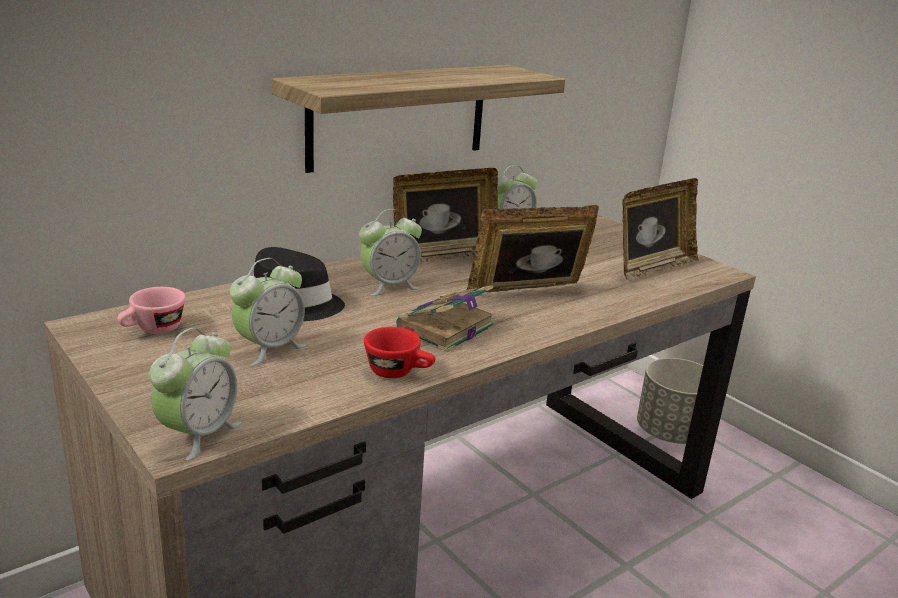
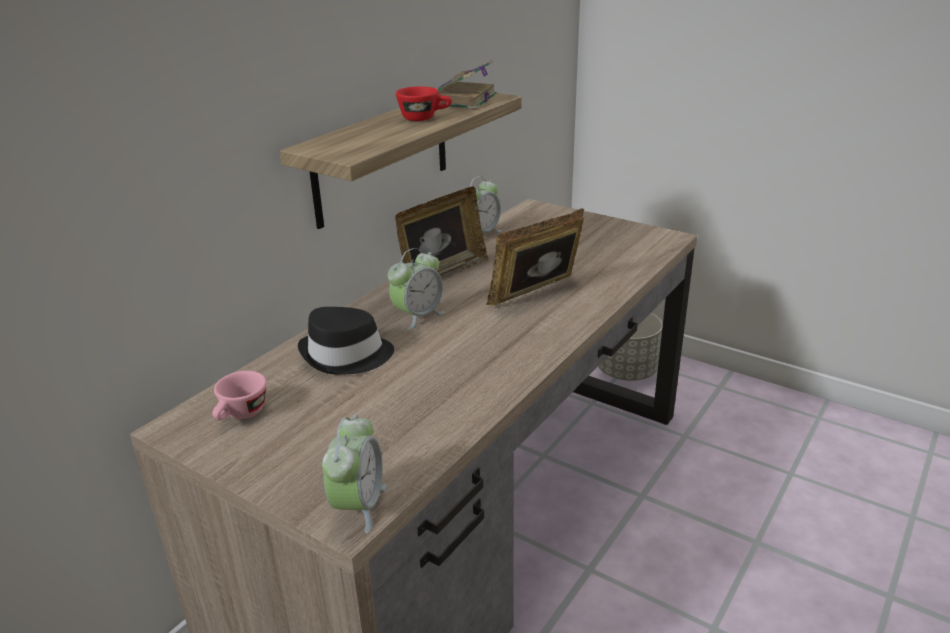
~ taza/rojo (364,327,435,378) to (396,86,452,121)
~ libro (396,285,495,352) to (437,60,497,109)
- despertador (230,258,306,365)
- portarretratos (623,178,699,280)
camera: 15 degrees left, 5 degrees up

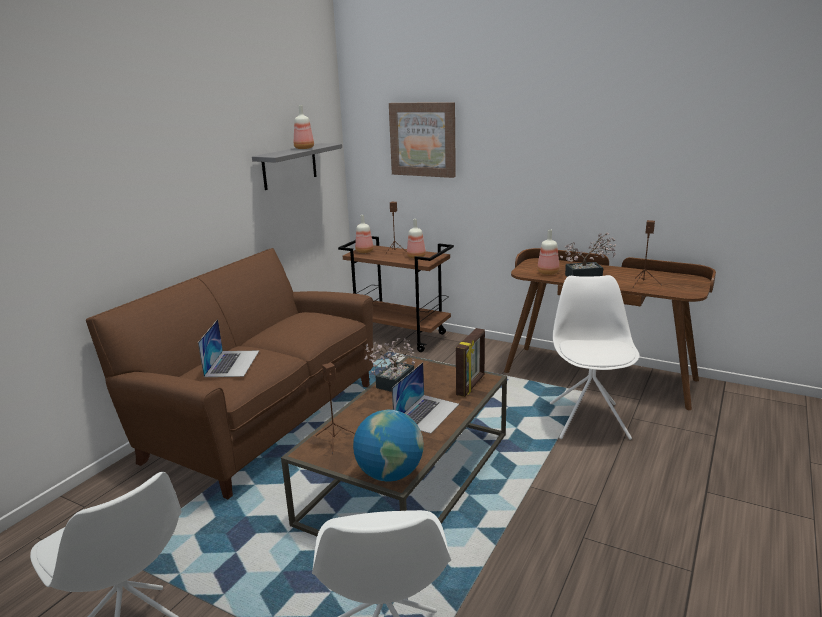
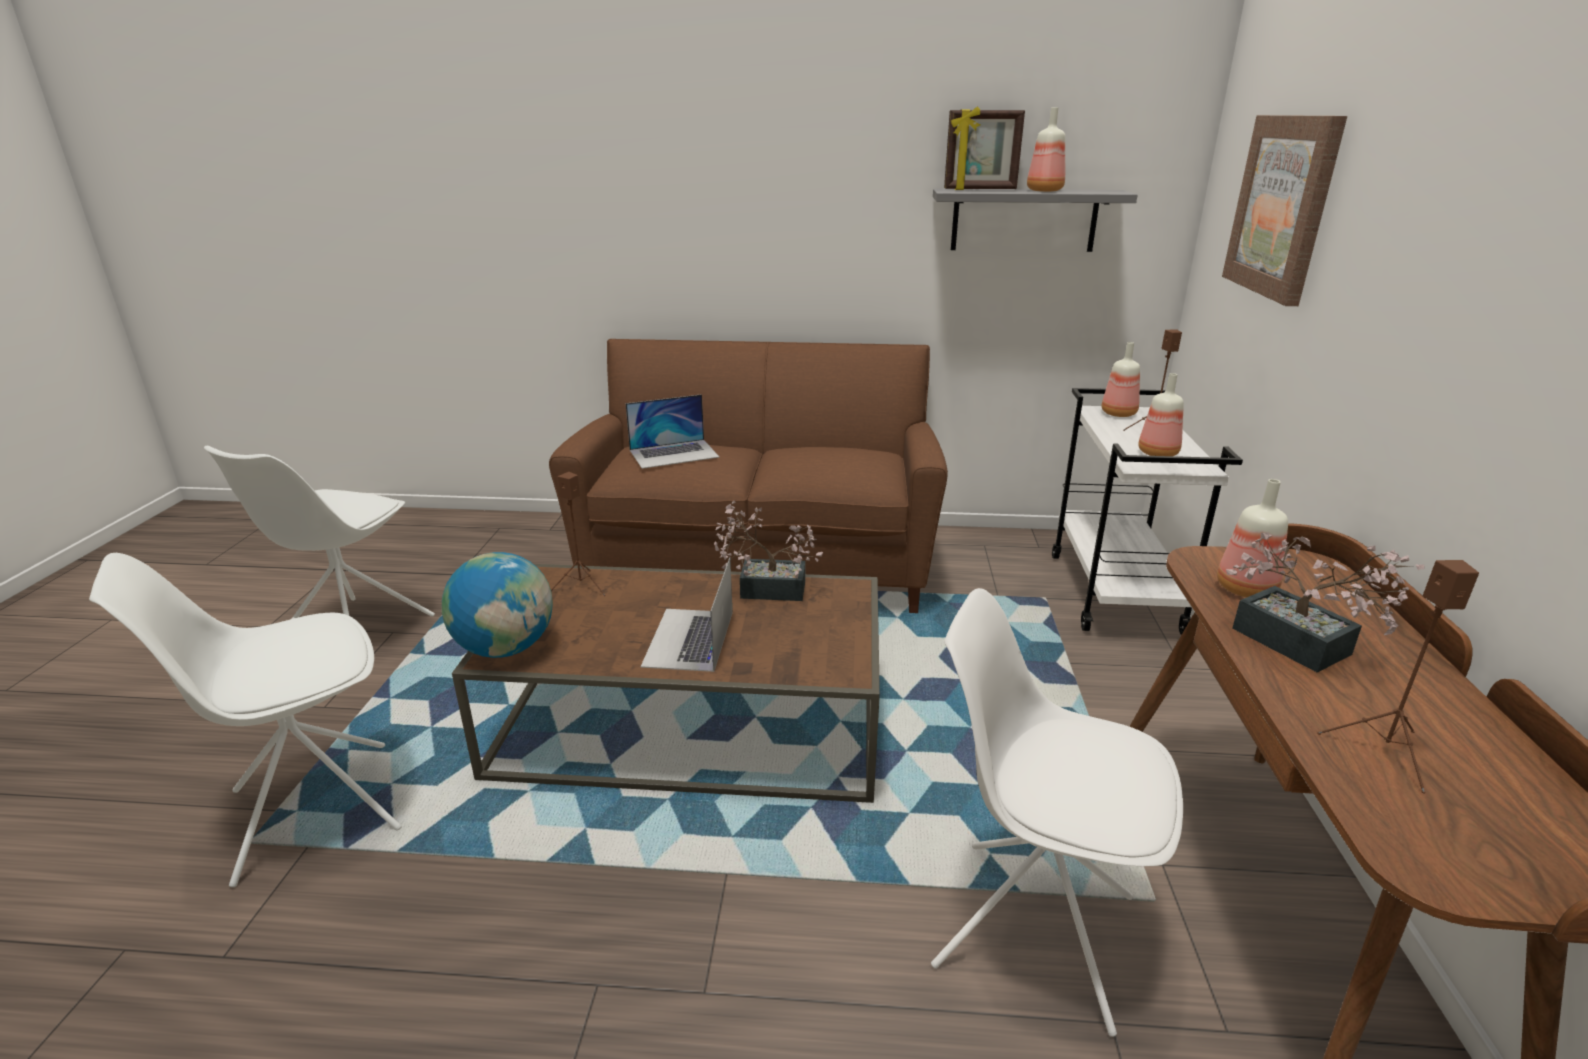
~ portátil (392,362,459,434) = (641,557,732,672) 90 degrees clockwise
~ silla/blanco (550,275,640,440) = (931,588,1183,1037) 135 degrees counterclockwise
~ portarretratos (456,328,485,397) to (944,106,1025,190)
~ carrito/marrón (338,236,454,352) to carrito/blanco (1052,388,1243,635)
camera: 65 degrees right, 5 degrees up

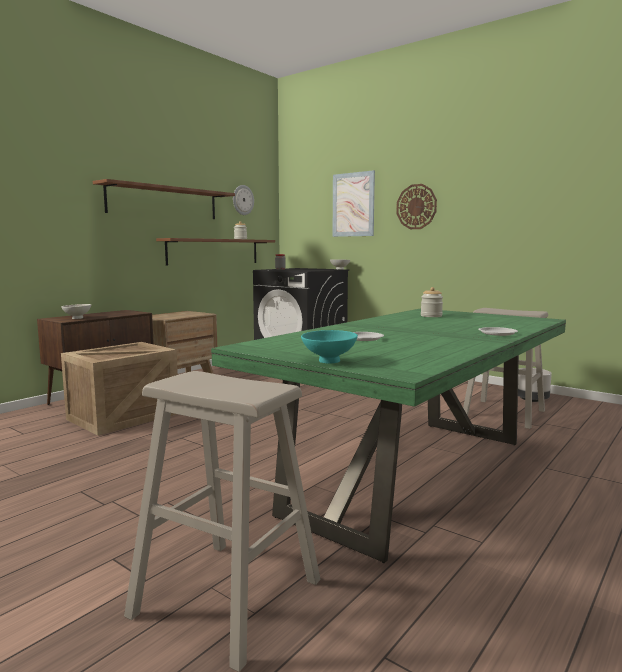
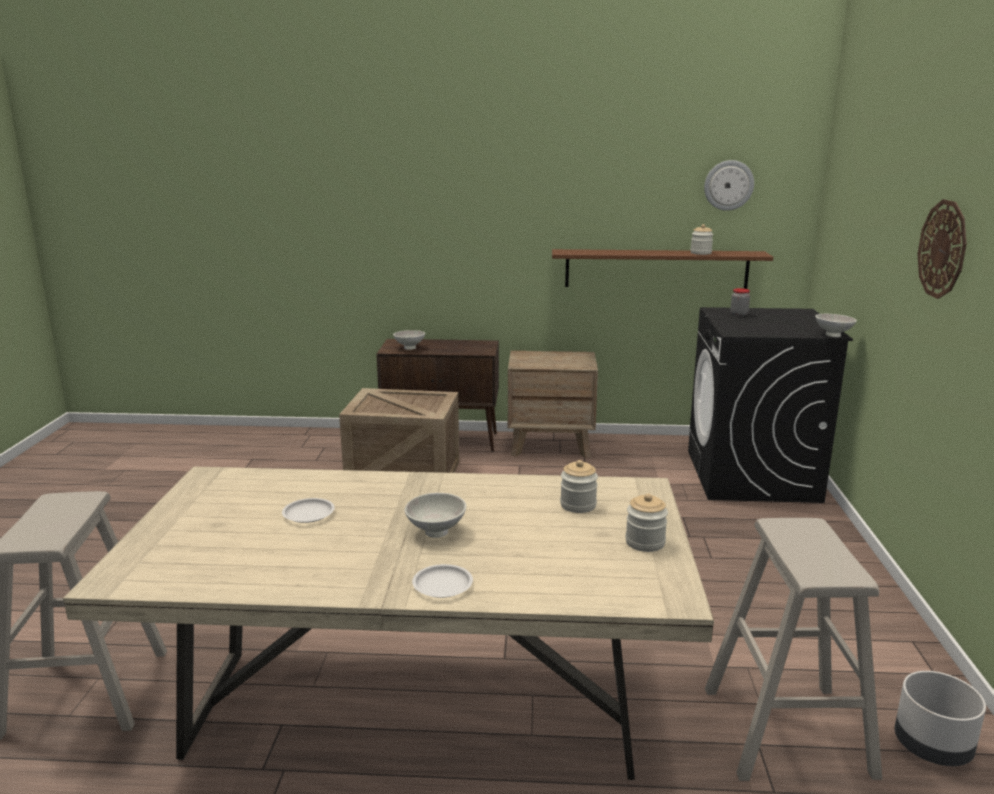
~ mesa de comedor/verde (211,309,566,563) to mesa de comedor/beis (63,466,714,780)
+ cuenco/blanco (405,493,466,538)
+ tarro (625,494,668,552)
- estante/marrón (93,179,235,219)
- cuenco/turquesa (301,330,358,363)
- cuadro (333,170,375,237)
camera: 55 degrees right, 10 degrees up

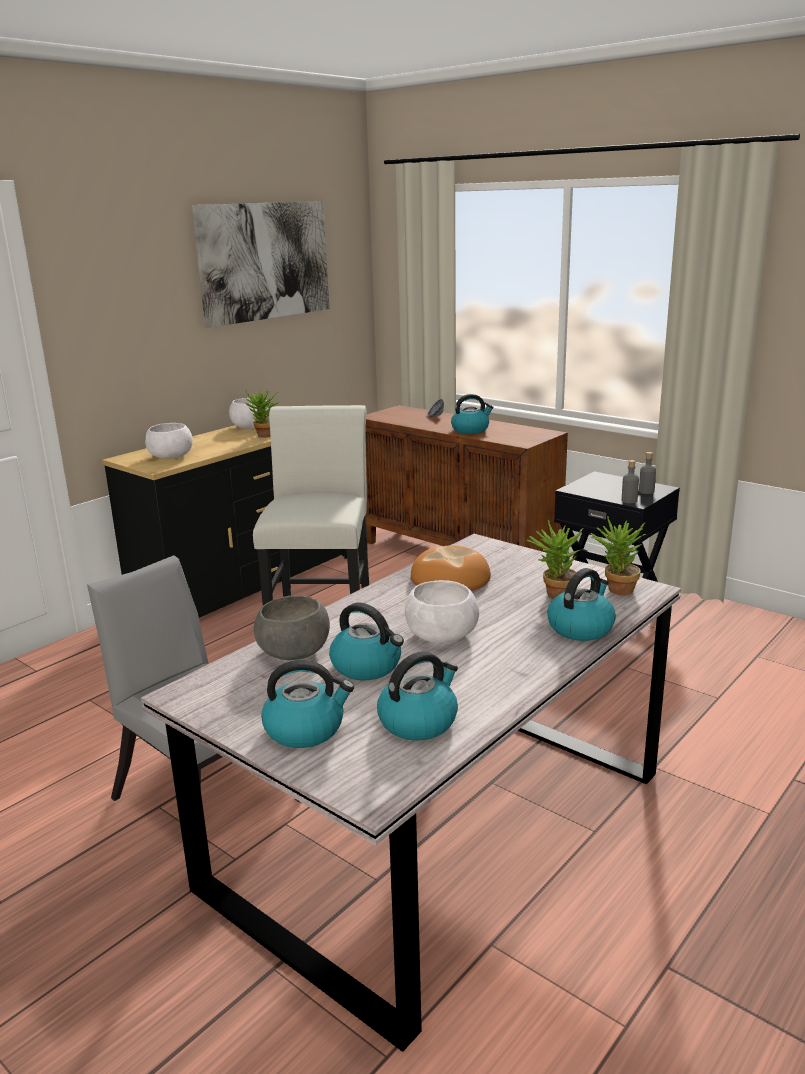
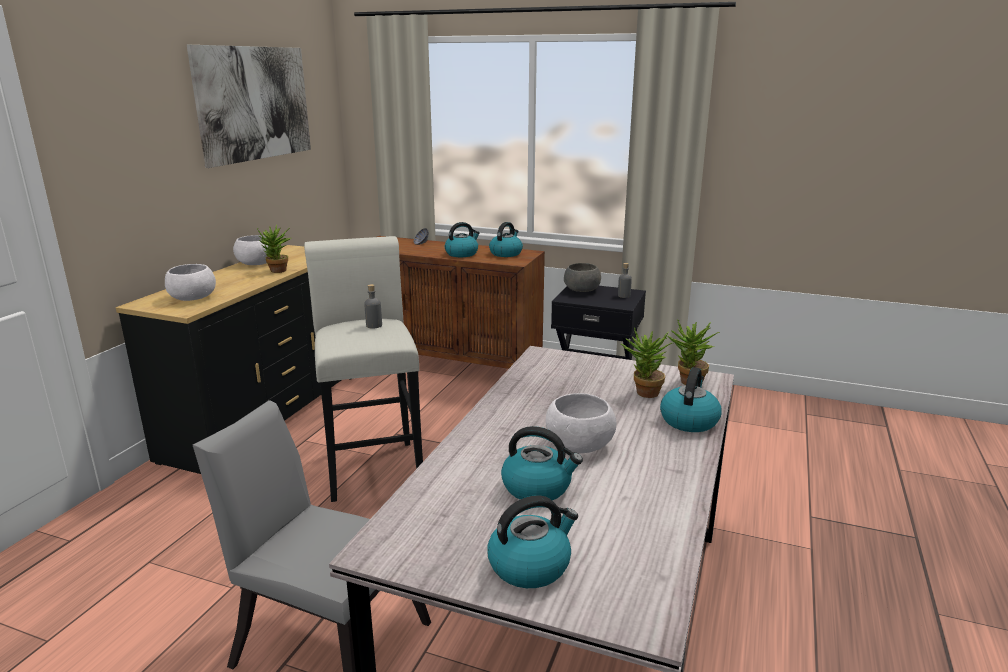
~ botella/gris (622,460,639,503) to (364,284,382,329)
~ hervidor (377,651,458,741) to (489,222,523,257)
~ cuenco/gris (254,595,330,660) to (564,263,601,292)
- pan (411,545,491,591)
camera: 20 degrees left, 0 degrees up

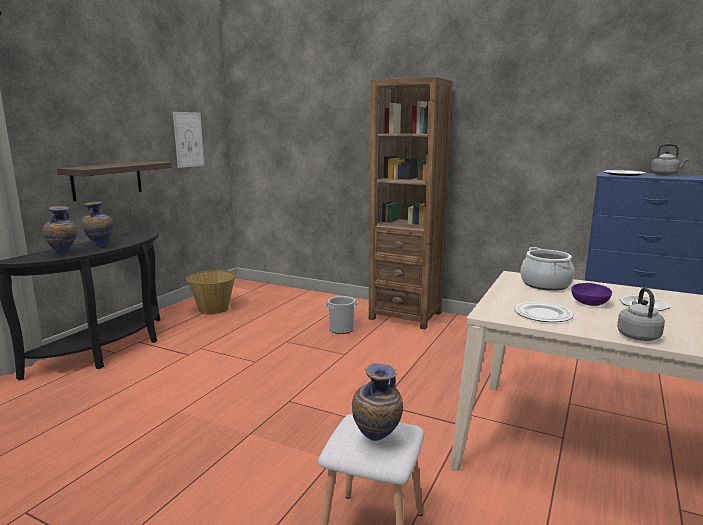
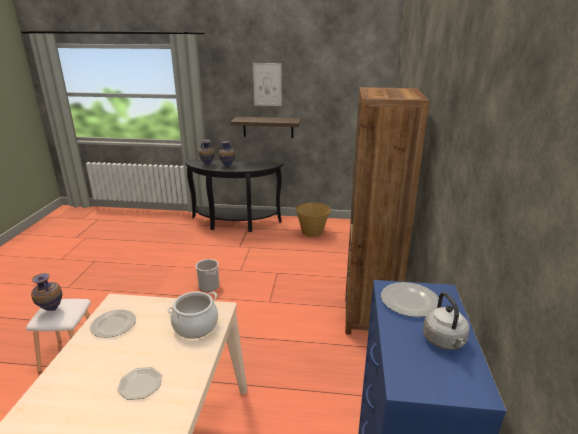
~ cubo (326,296,358,334) to (196,259,220,292)
~ cuadro (173,112,204,168) to (253,63,282,106)
- cuenco/morado (571,283,612,306)
- hervidor/gris (617,288,665,341)
camera: 70 degrees right, 10 degrees up

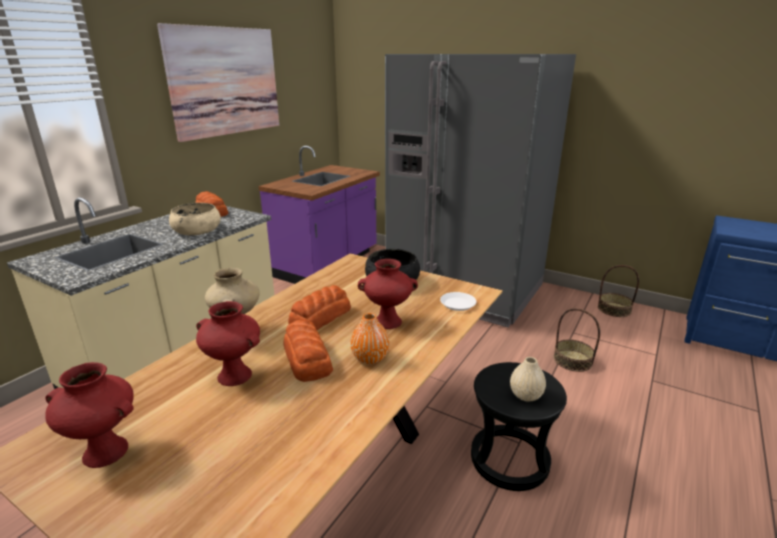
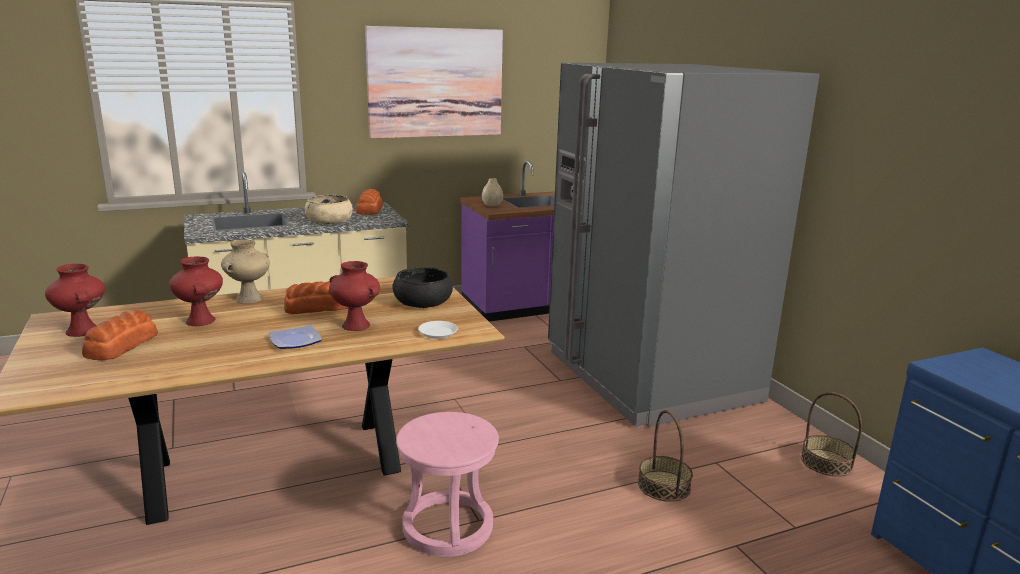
~ pan (283,319,333,382) to (82,310,158,361)
~ florero/naranja (350,313,390,364) to plato (269,325,322,349)
~ taburete/negro (471,362,567,491) to taburete/rosa (396,412,499,557)
~ florero/beis (510,357,546,402) to (482,178,503,206)
camera: 35 degrees right, 5 degrees down

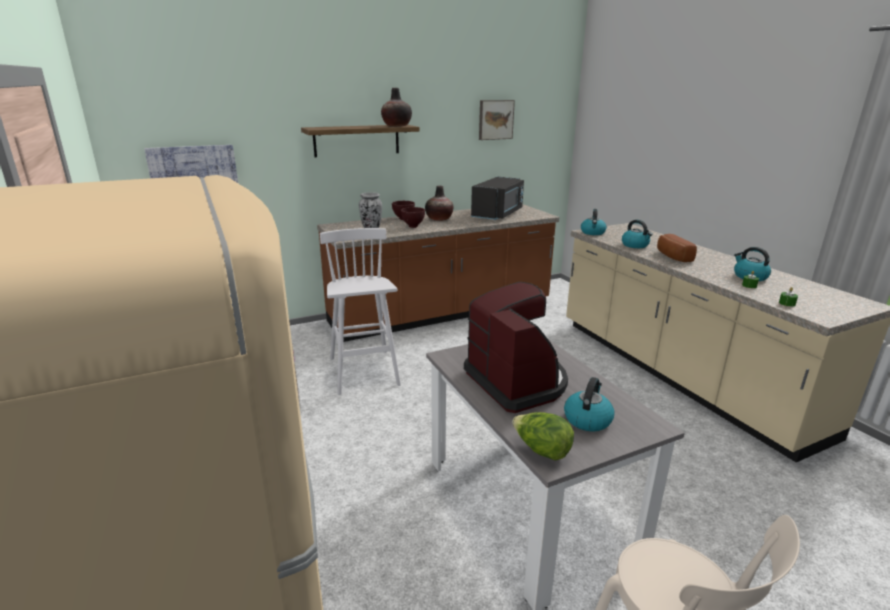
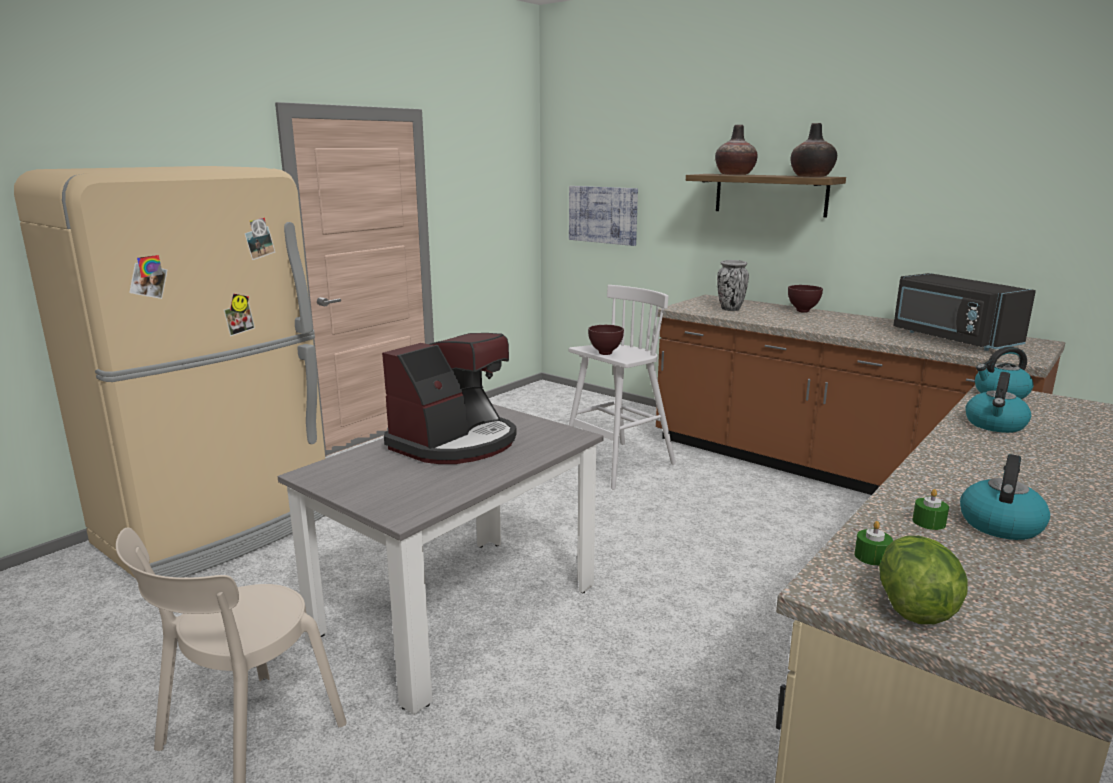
~ cuenco/marrón (401,207,425,228) to (588,325,624,355)
~ florero (425,186,454,221) to (715,125,757,175)
~ lechuga (512,412,574,460) to (879,536,968,624)
~ microondas/negro (471,177,524,220) = (893,273,1036,351) 60 degrees clockwise
- cuadro (479,100,515,140)
- hervidor (564,377,614,432)
- pan (657,234,697,262)
camera: 65 degrees right, 5 degrees down

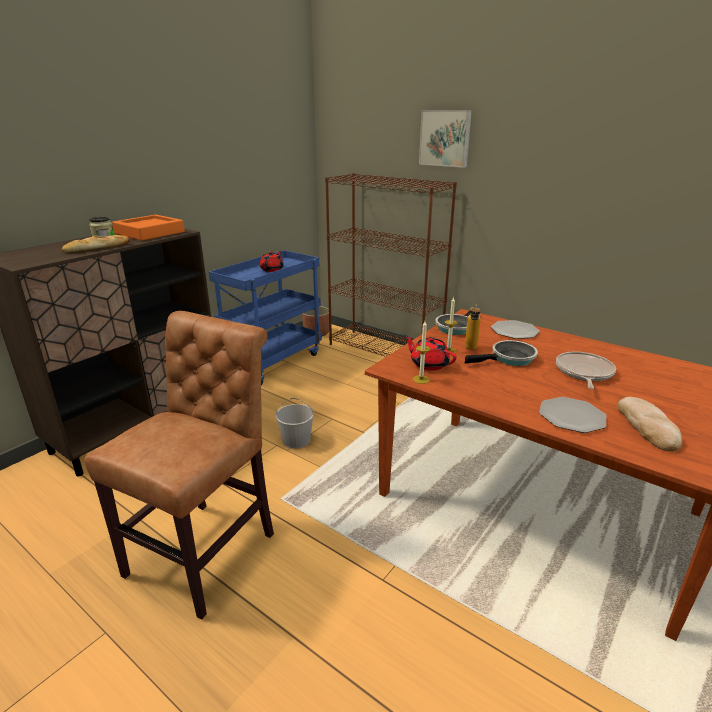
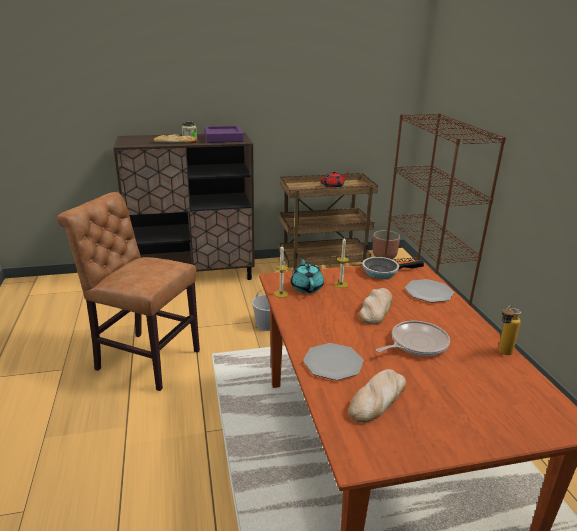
~ silla/marrón (84,311,274,620) = (57,192,200,391) 135 degrees counterclockwise
~ bandeja/naranja (112,214,185,241) to bandeja/morado (204,126,244,143)
~ carrito/azul (209,250,322,385) to carrito/marrón (279,173,378,271)
~ tetera/rojo (404,335,457,371) to tetera/turquesa (291,258,324,293)
~ sartén (465,340,538,366) to pan (359,288,393,325)
~ botella (465,305,481,350) to (498,305,521,355)
- cuadro (419,110,472,168)
camera: 40 degrees right, 0 degrees up

